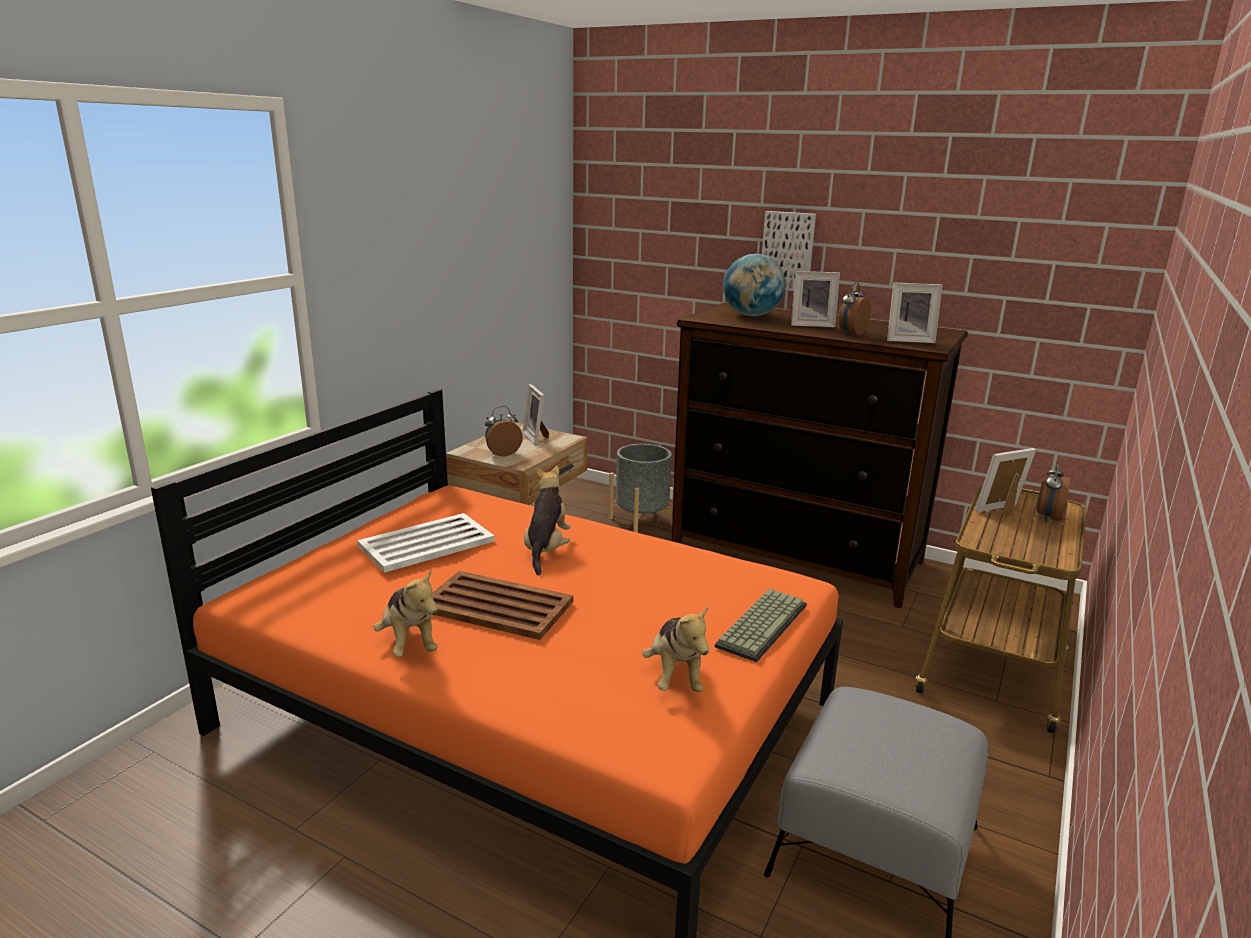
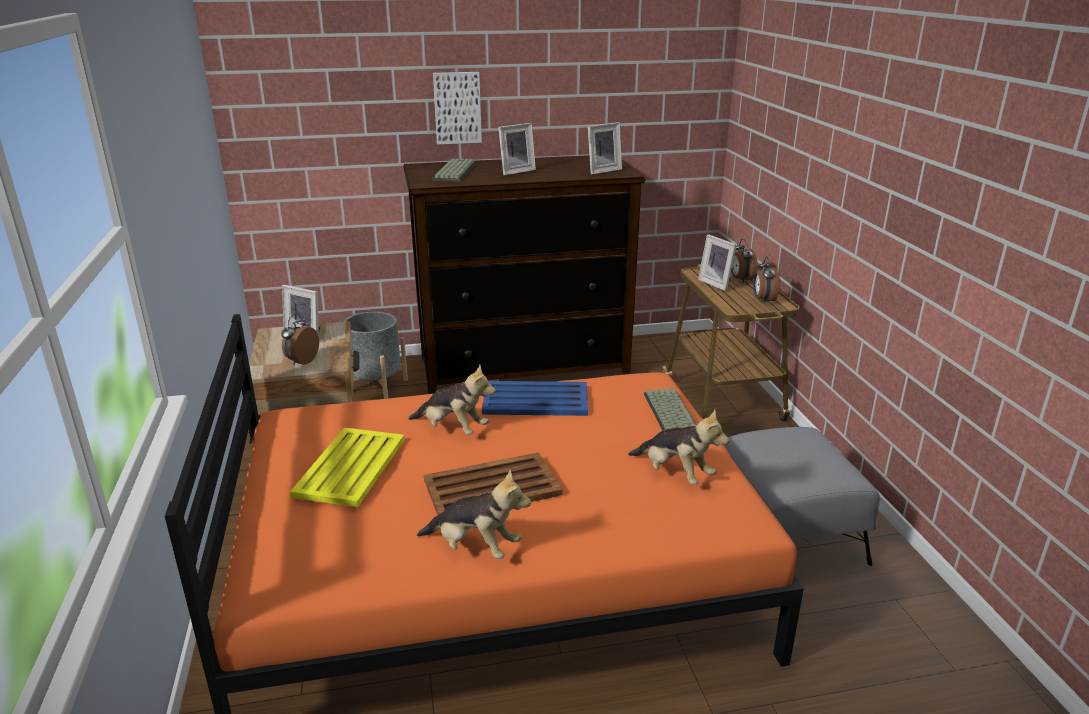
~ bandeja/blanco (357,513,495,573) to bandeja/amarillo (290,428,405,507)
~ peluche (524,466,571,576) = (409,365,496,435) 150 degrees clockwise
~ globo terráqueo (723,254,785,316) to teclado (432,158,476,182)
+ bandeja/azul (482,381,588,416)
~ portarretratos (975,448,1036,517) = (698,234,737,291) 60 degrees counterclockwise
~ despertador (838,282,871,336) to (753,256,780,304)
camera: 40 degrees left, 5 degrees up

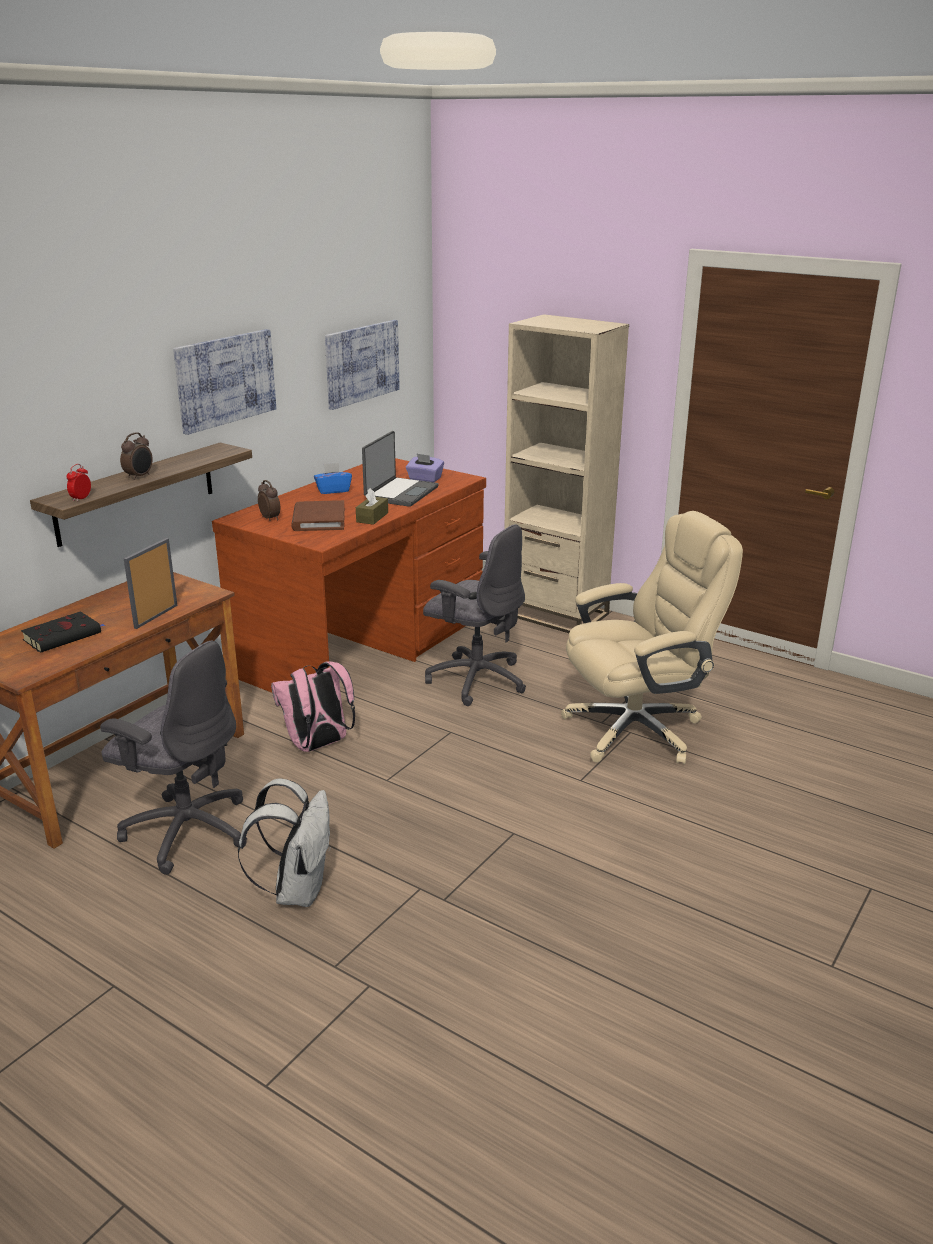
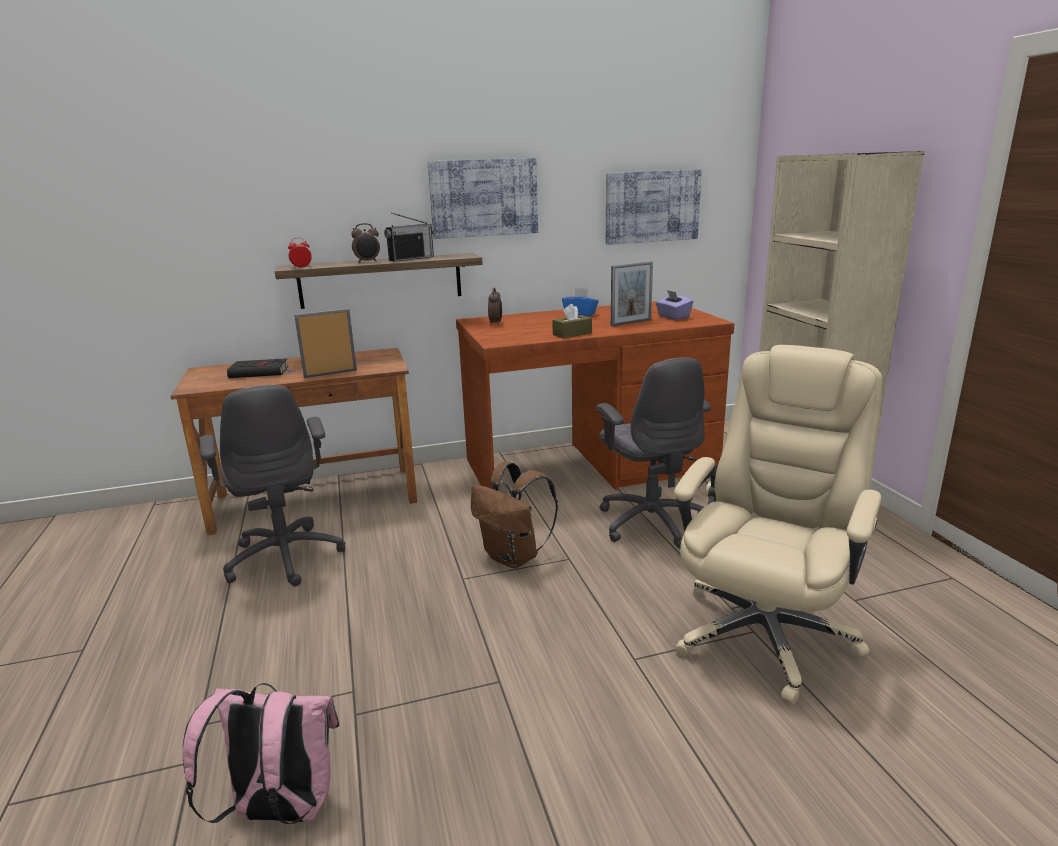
~ mochila/rosa (271,661,355,752) to (183,683,339,824)
+ radio (384,212,434,262)
+ mochila/marrón (471,462,558,569)
~ portátil (362,431,439,507) to portarretratos (611,261,653,326)
~ silla de oficina/beis (561,511,743,764) = (674,345,882,704) 75 degrees counterclockwise
- mochila/blanco (238,778,331,907)
- libro/marrón (291,500,345,531)
camera: 40 degrees right, 5 degrees down

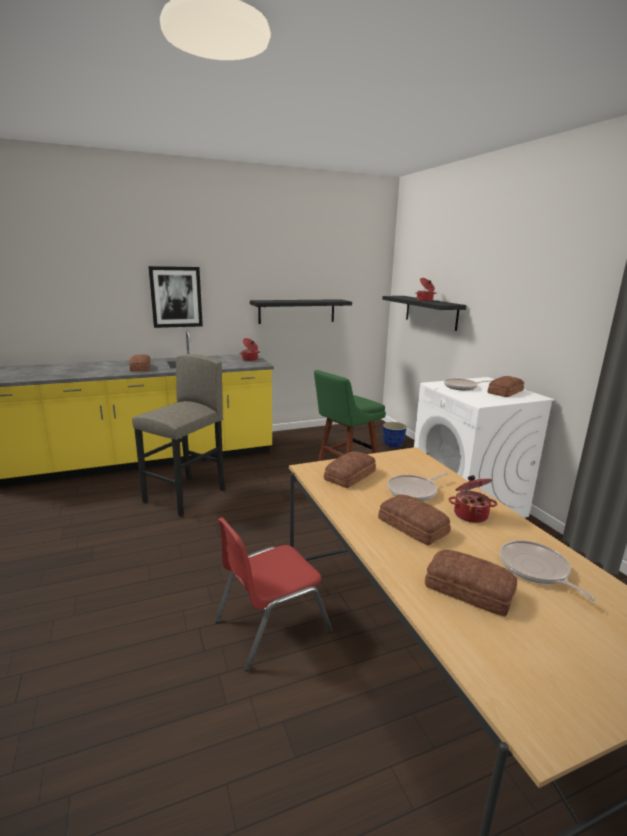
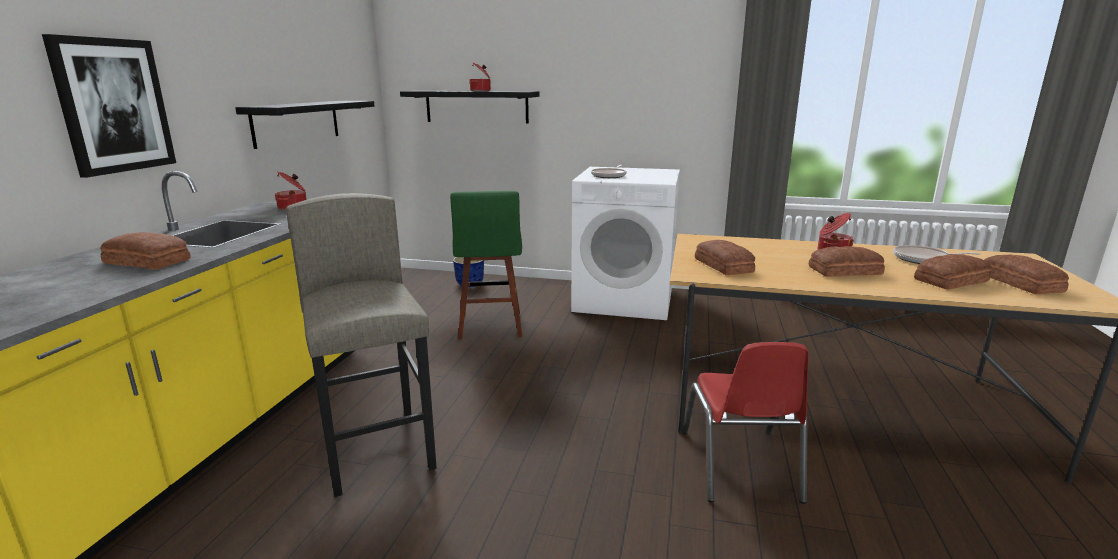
~ pan (487,376,524,397) to (984,255,1069,294)
- sartén (387,472,448,501)
camera: 55 degrees left, 0 degrees up

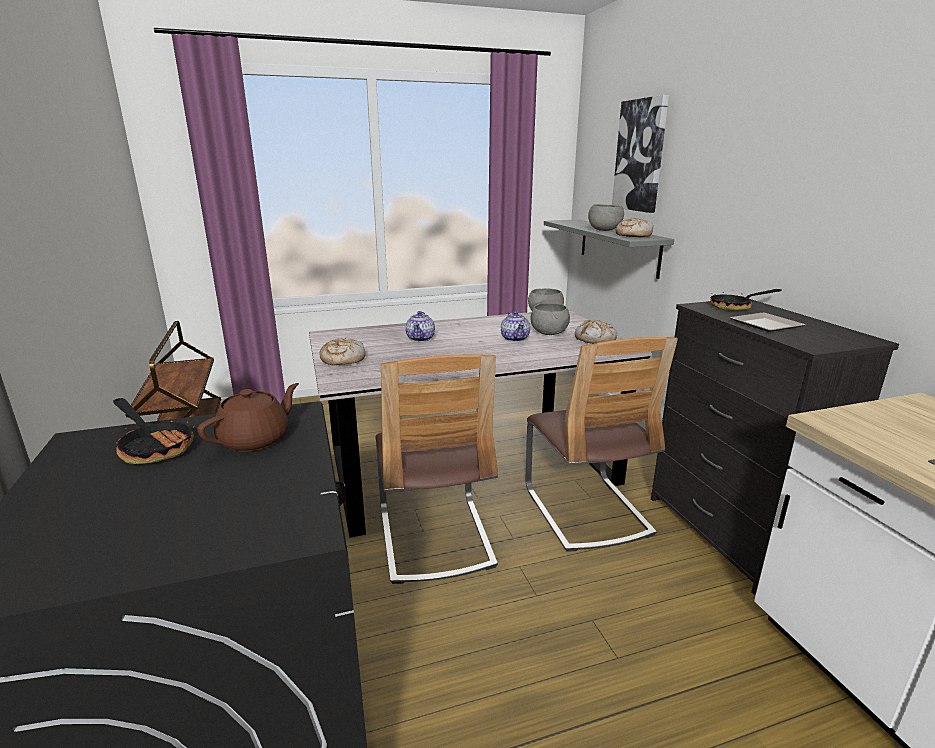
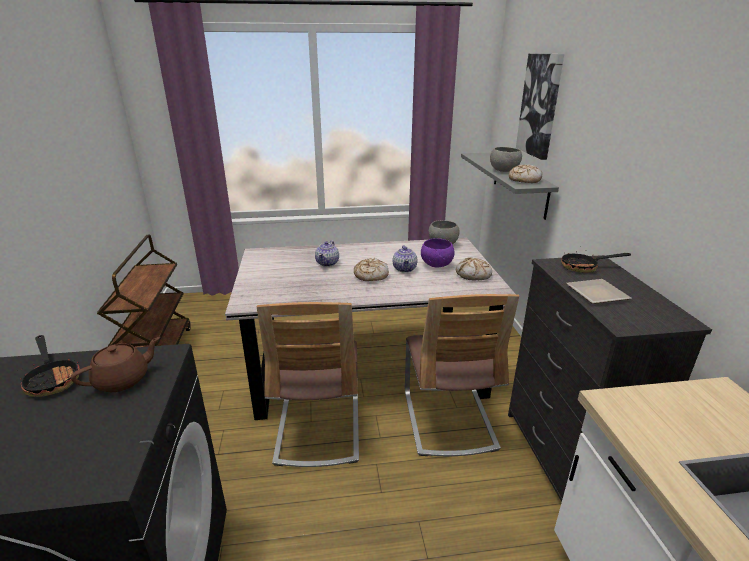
~ pan (319,337,365,365) to (354,258,389,281)
~ cuenco/gris (530,303,570,335) to cuenco/morado (421,238,455,268)
camera: 10 degrees right, 5 degrees up

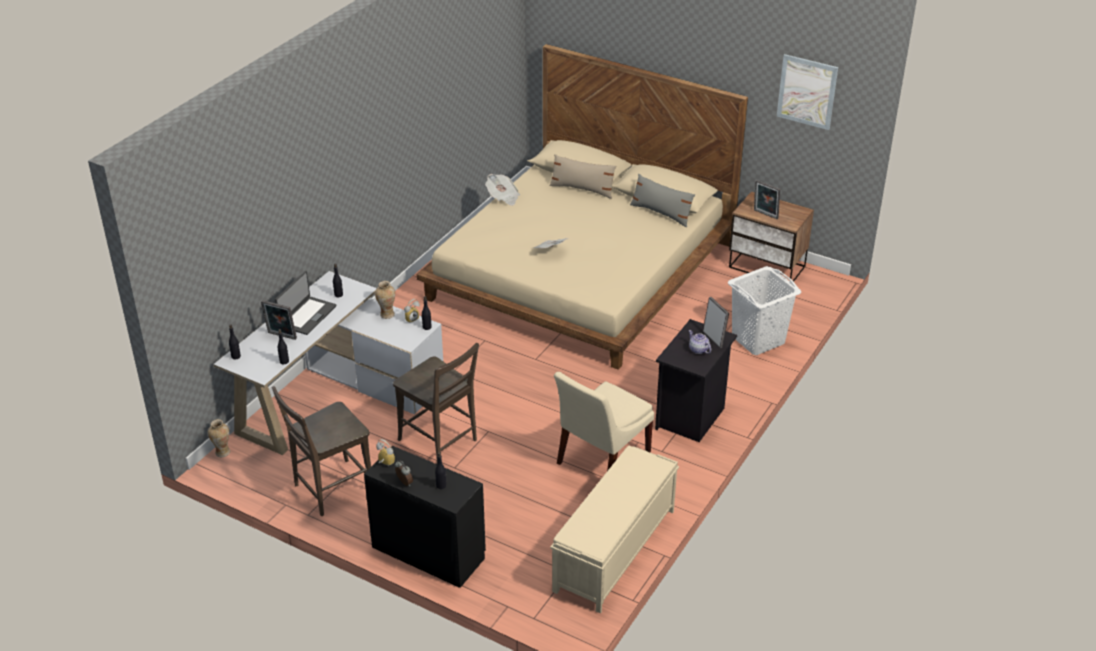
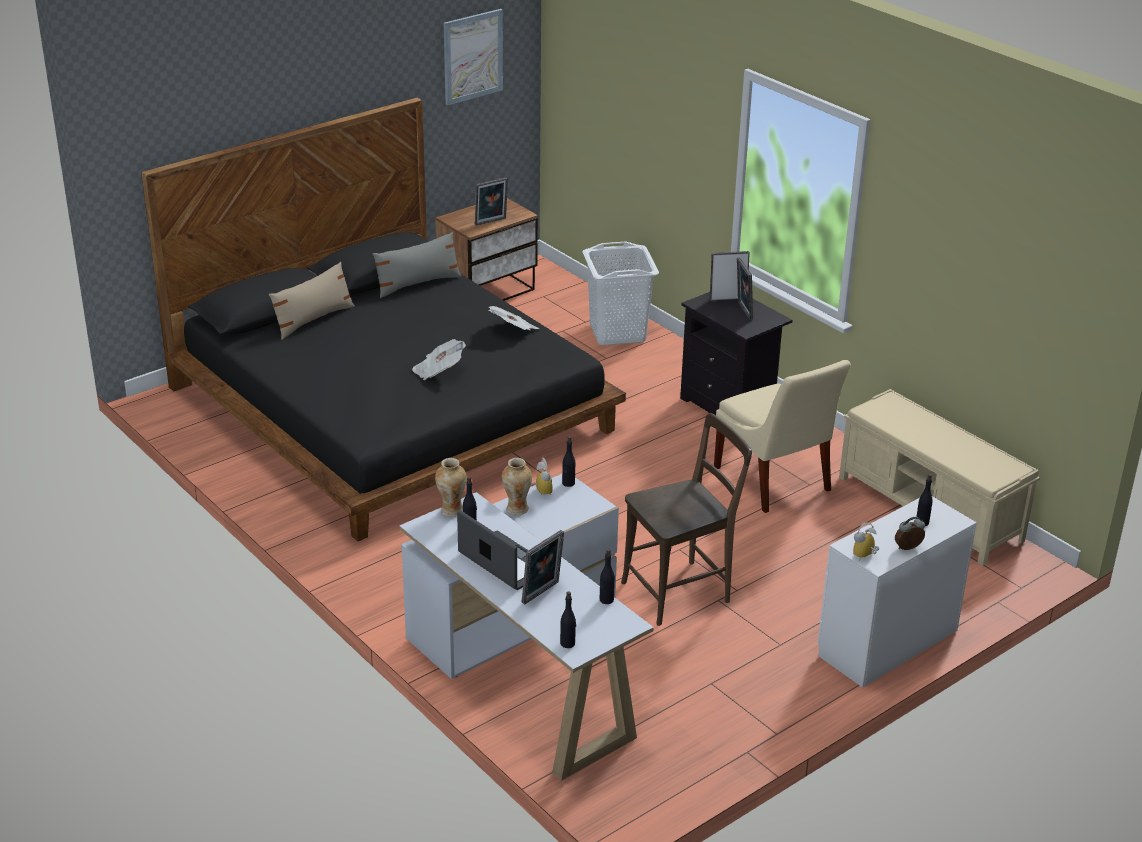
~ cama/beis (416,44,748,370) to cama/negro (141,98,626,541)
~ florero (208,419,230,457) to (435,458,467,517)
~ periódico (485,174,520,206) to (488,306,539,330)
~ tetera (688,330,711,354) to portarretratos (737,258,753,320)
~ cómoda/negro (364,446,486,588) to cómoda/blanco (817,496,977,688)
- silla/marrón (272,386,371,516)
camera: 70 degrees left, 5 degrees down

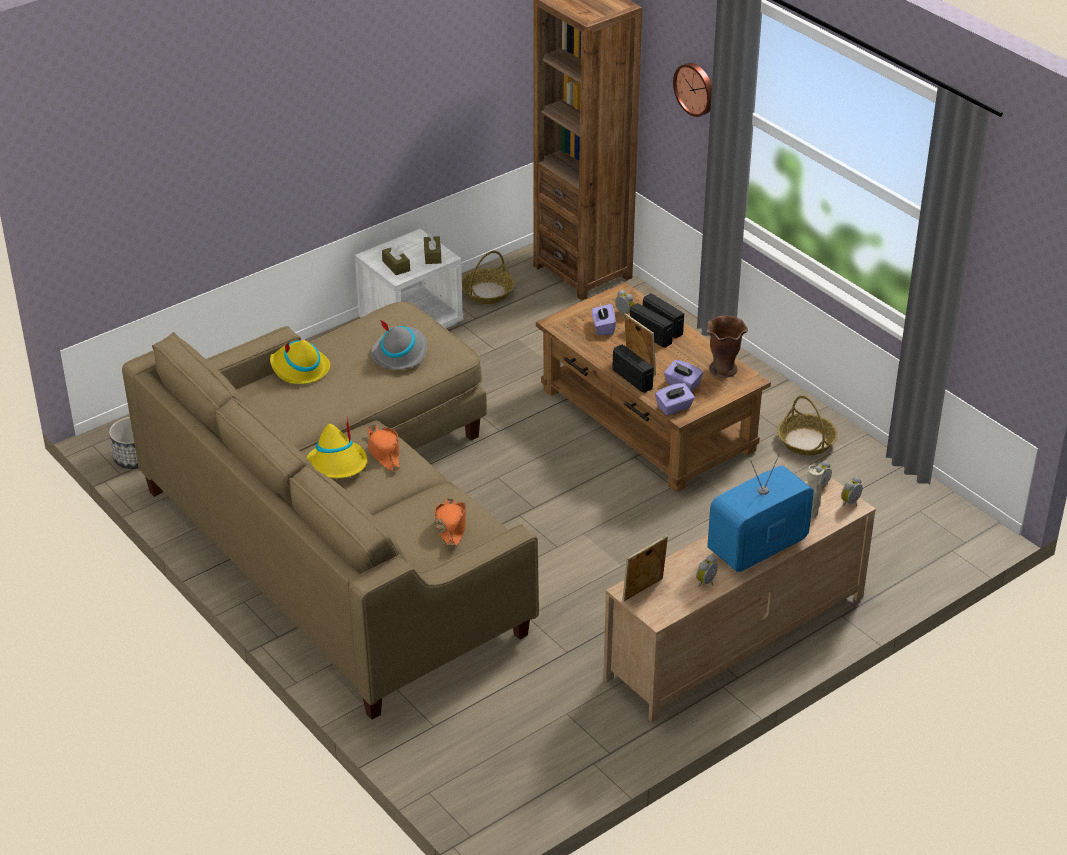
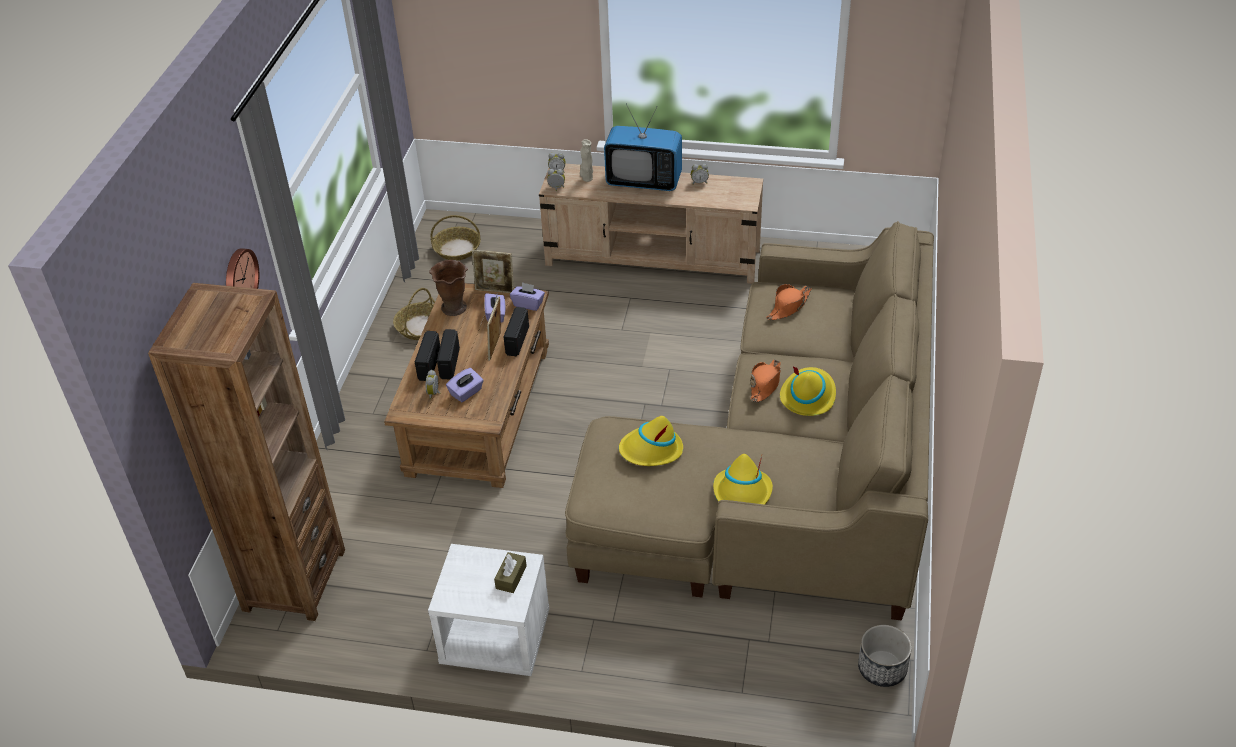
~ cesta (462,251,515,304) to (430,215,481,261)
~ portarretratos (622,535,668,601) to (472,250,514,293)
~ sombrero/gris (371,320,427,369) to sombrero/amarillo (619,416,683,466)
- caja de pañuelos/marrón (424,234,441,264)
camera: 130 degrees left, 5 degrees up

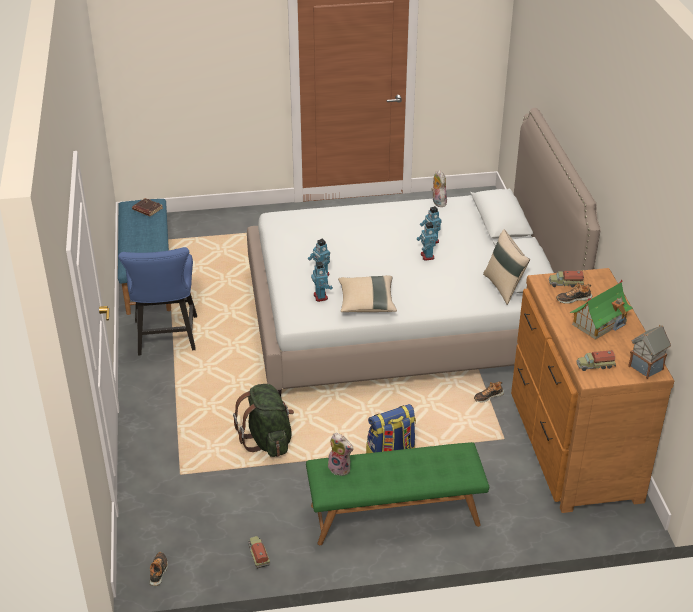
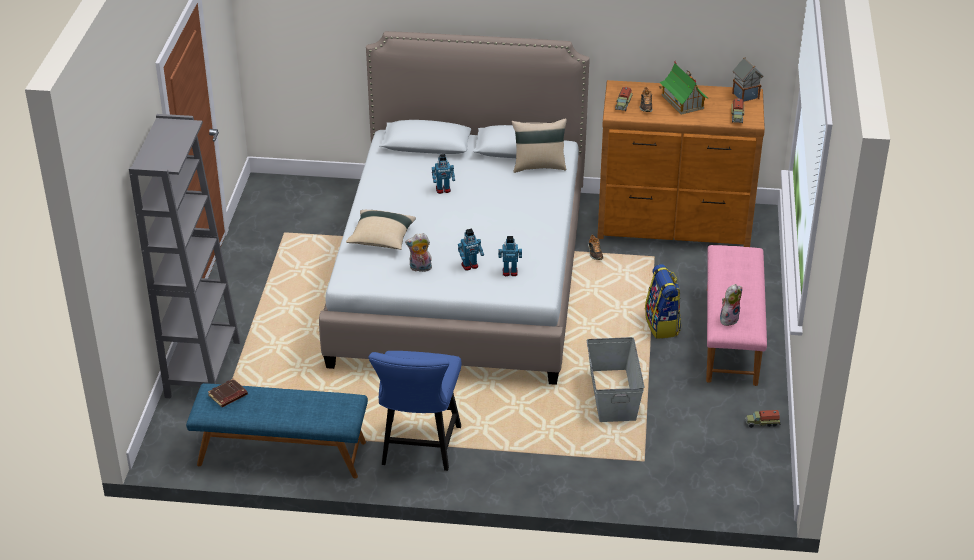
+ estantería/gris (129,114,240,398)
~ cojín/beis (338,275,397,312) to (346,210,416,250)
~ silla/azul (118,247,197,356) = (369,351,461,471) 90 degrees clockwise
~ peluche (431,170,447,207) to (405,233,432,272)
~ mochila/verde (233,384,294,457) to caja de almacenaje/gris (587,337,644,422)
~ banco/verde (306,442,489,545) to banco/rosa (706,245,767,386)
- zapato (149,552,168,586)
- robot de juguete (417,222,437,261)
camera: 75 degrees left, 0 degrees up

